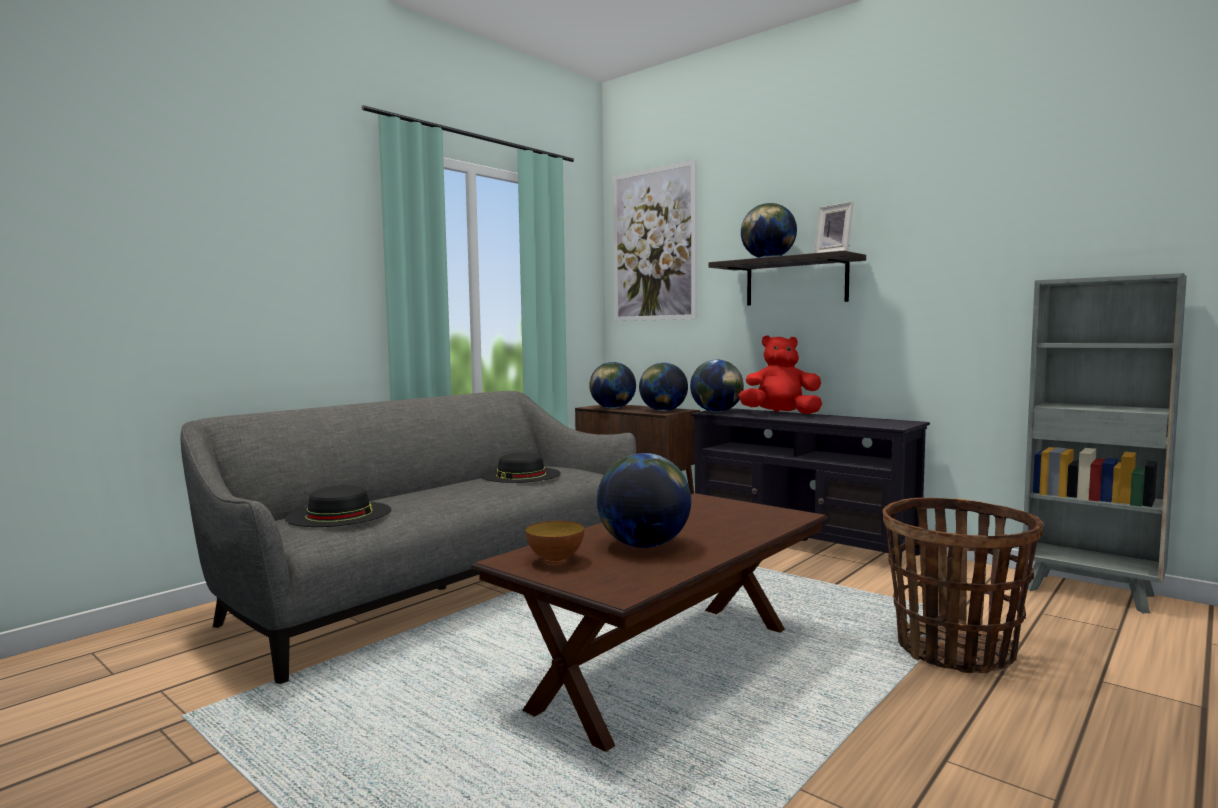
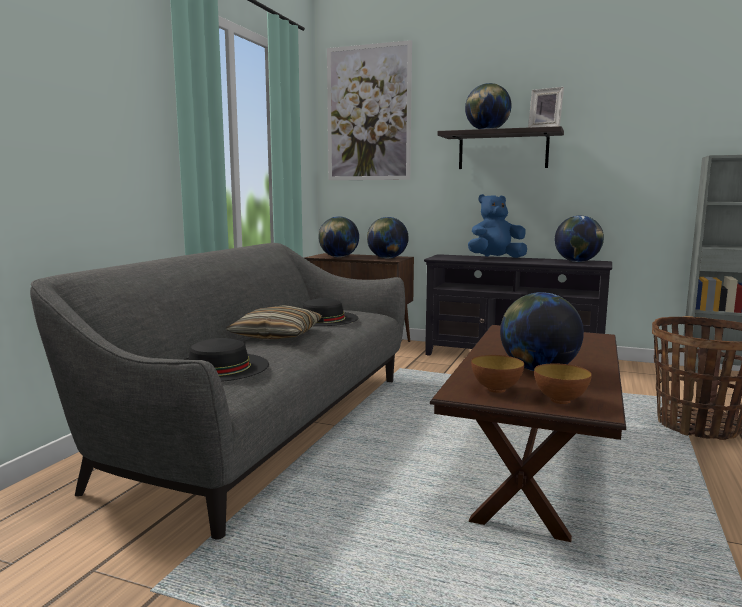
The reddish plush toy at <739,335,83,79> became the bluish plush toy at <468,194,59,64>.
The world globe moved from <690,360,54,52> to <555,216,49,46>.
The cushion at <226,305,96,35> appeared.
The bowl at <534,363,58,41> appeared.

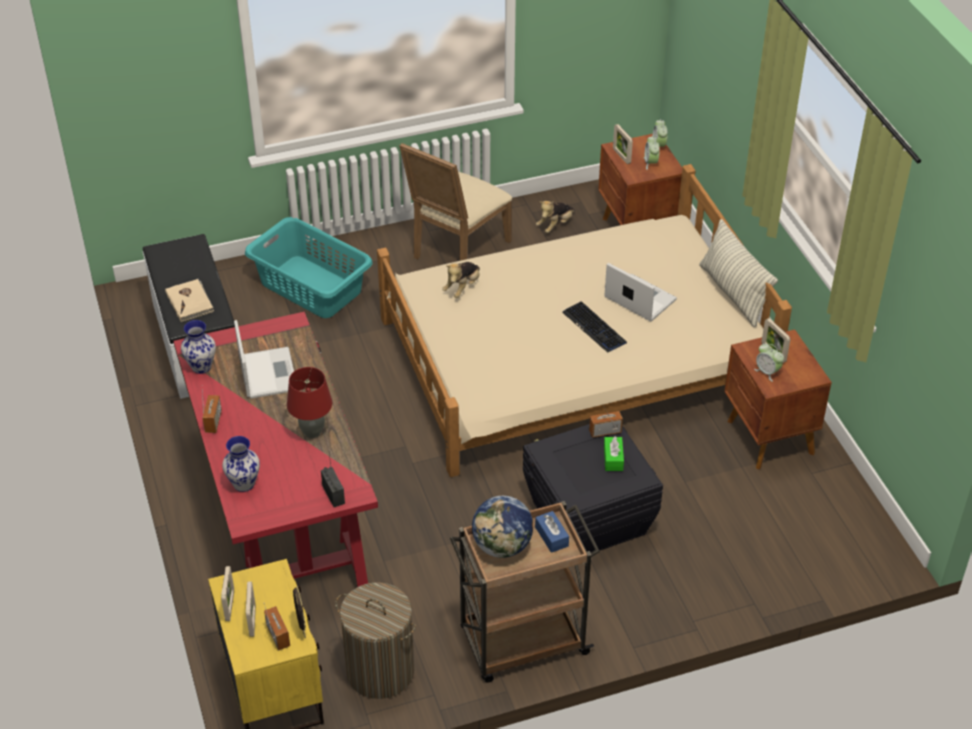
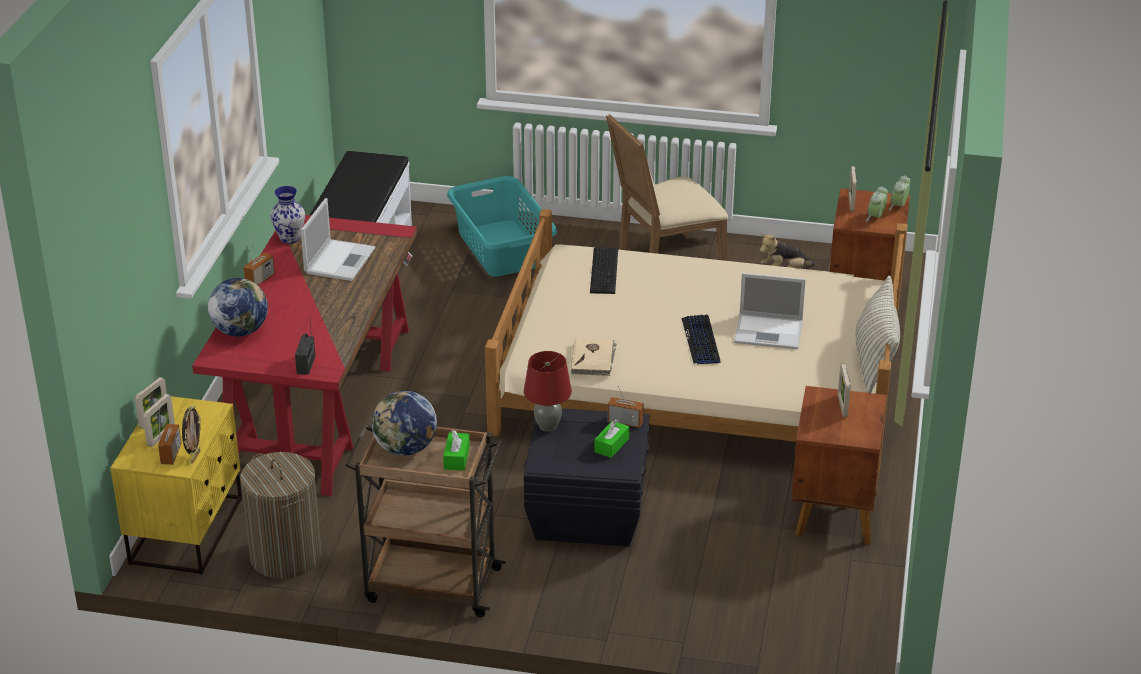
The plush toy at <442,262,38,36> was replaced by the PC keyboard at <590,247,28,47>.
The laptop at <604,263,73,59> turned 120 degrees clockwise.
The beige-coloured bound book moved from <165,279,49,43> to <571,338,46,38>.
The bedside clock at <754,344,30,38> disappeared.
The reddish table lamp moved from <287,367,45,71> to <524,351,48,81>.
The vase at <222,436,38,56> was replaced by the world globe at <208,278,60,59>.
The bluish tissue box at <535,511,34,42> became the greenish tissue box at <443,430,27,41>.

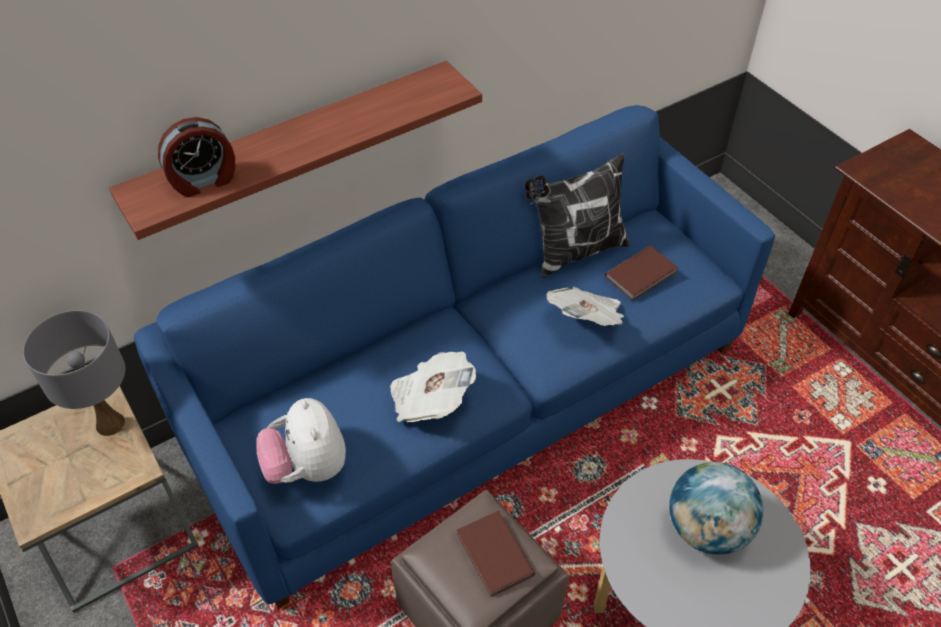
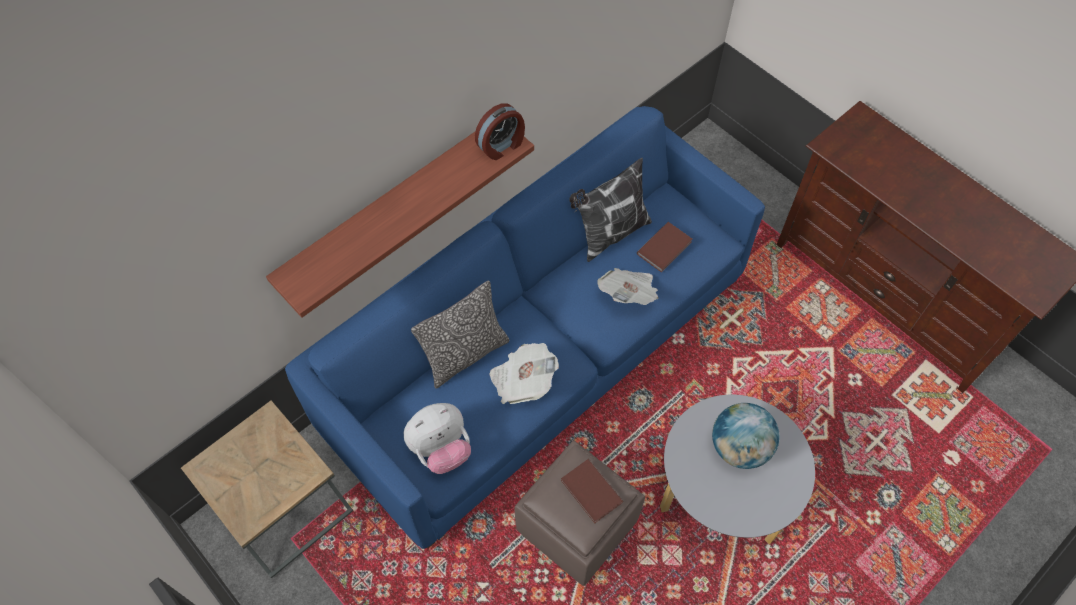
The bedside clock moved from <158,117,77,80> to <475,103,50,57>.
The greyish table lamp at <23,310,102,126> disappeared.
The plush toy at <256,398,90,86> turned 90 degrees counterclockwise.
The cushion at <411,281,98,108> appeared.

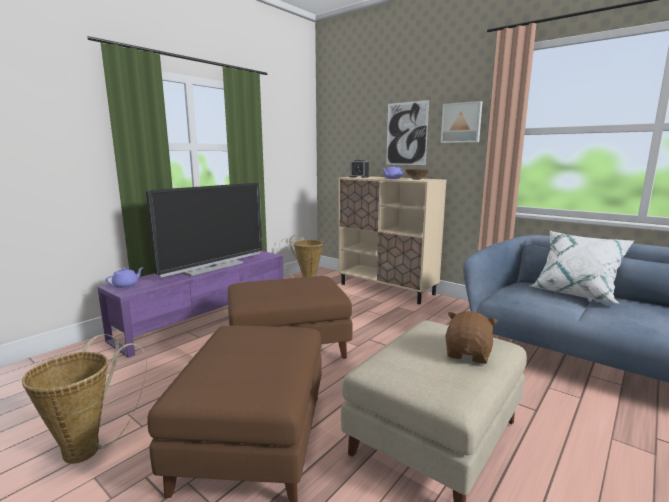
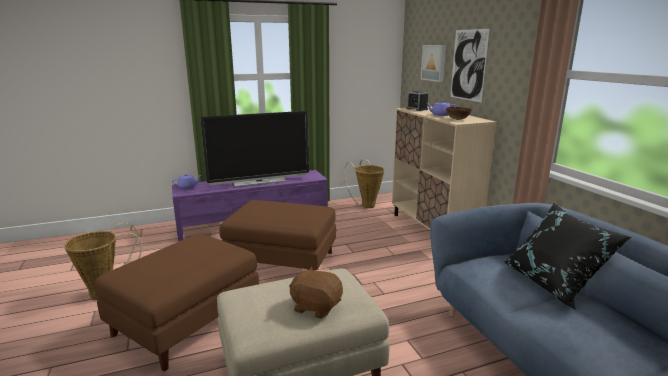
The wall picture moved from <441,101,42,42> to <421,45,25,37>.
The white-coloured cushion at <529,231,106,73> became the black cushion at <504,203,128,107>.
The brownish plush toy at <445,311,52,53> turned 120 degrees counterclockwise.

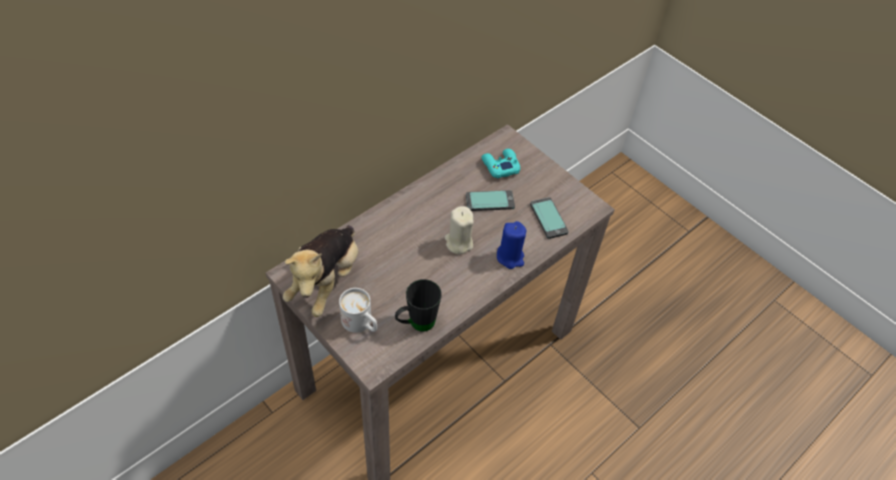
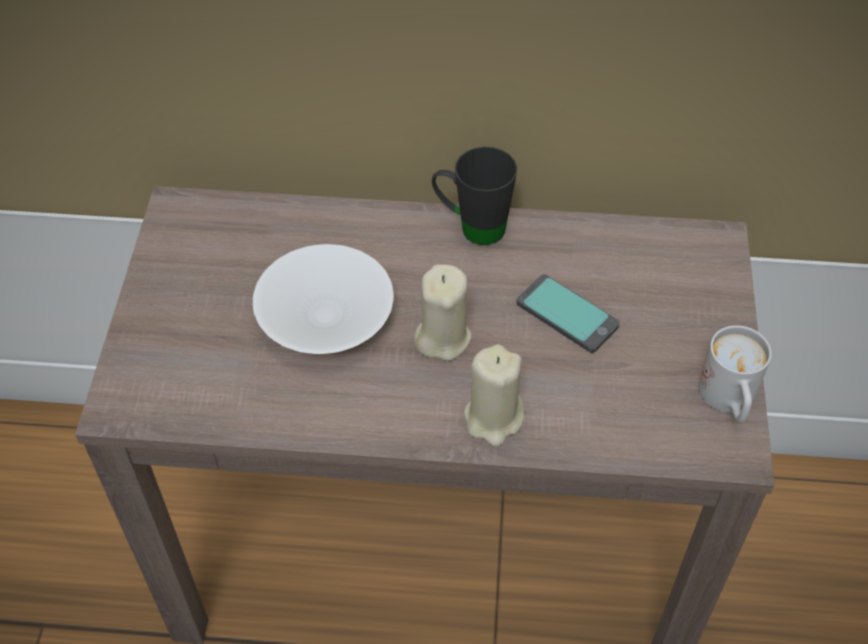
The blue-green joypad at <482,149,38,30> disappeared.
The telephone at <530,197,39,42> disappeared.
The bluish wax candle at <497,221,29,48> became the beige-coloured wax candle at <464,344,61,103>.
The plush toy at <283,225,75,92> disappeared.
The black tea mug moved from <395,279,47,53> to <432,147,85,98>.
The white-coloured tea mug moved from <339,288,38,45> to <698,325,74,98>.
The white-coloured bowl at <253,244,141,110> appeared.

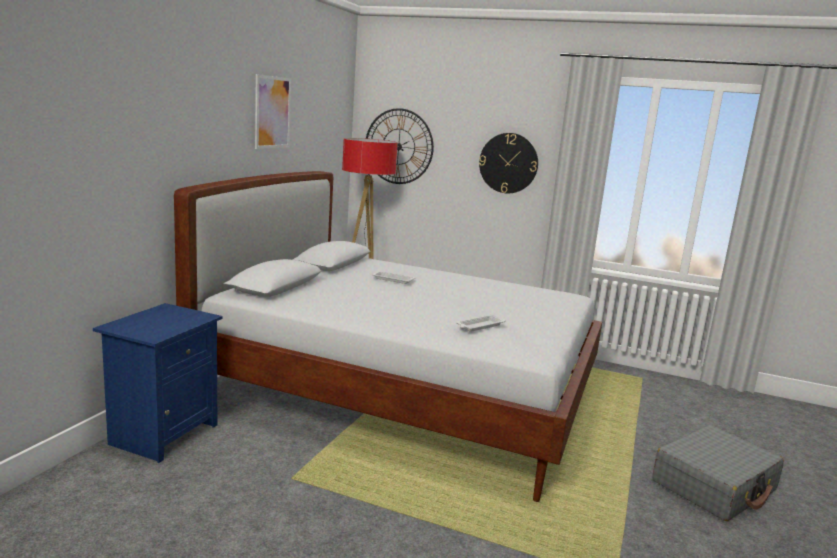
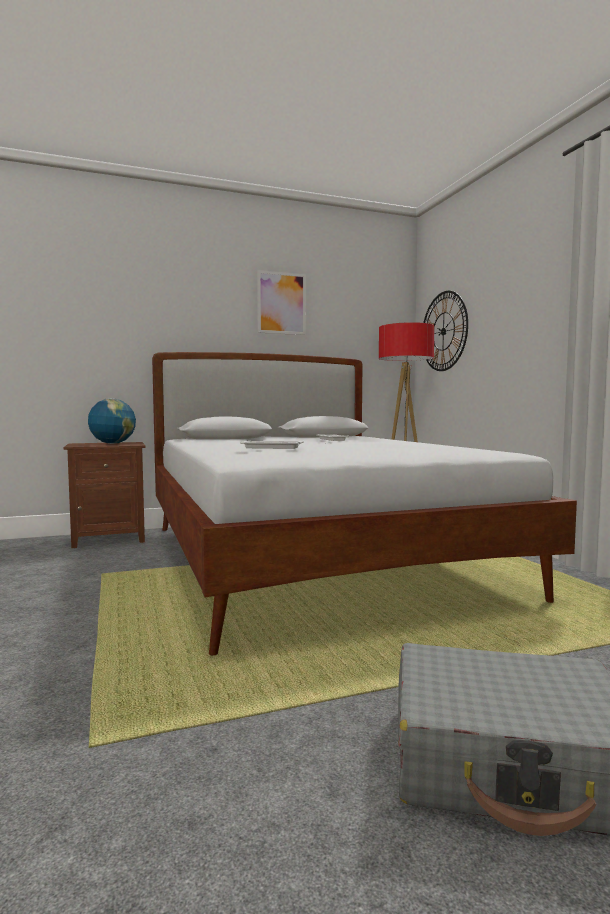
The wall clock at <479,133,59,60> disappeared.
The bluish bedside table at <93,303,129,160> became the brownish bedside table at <63,442,83,106>.
The world globe at <88,398,48,46> appeared.

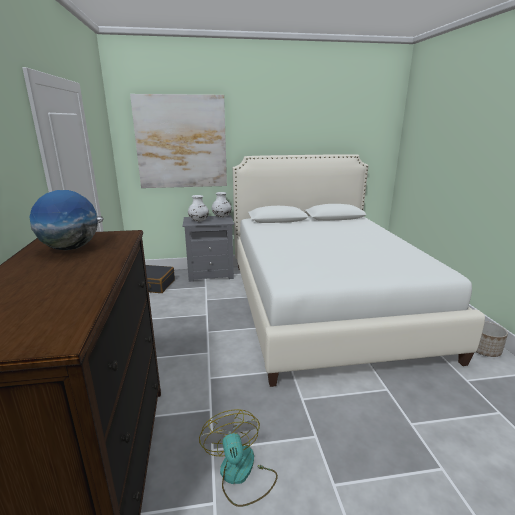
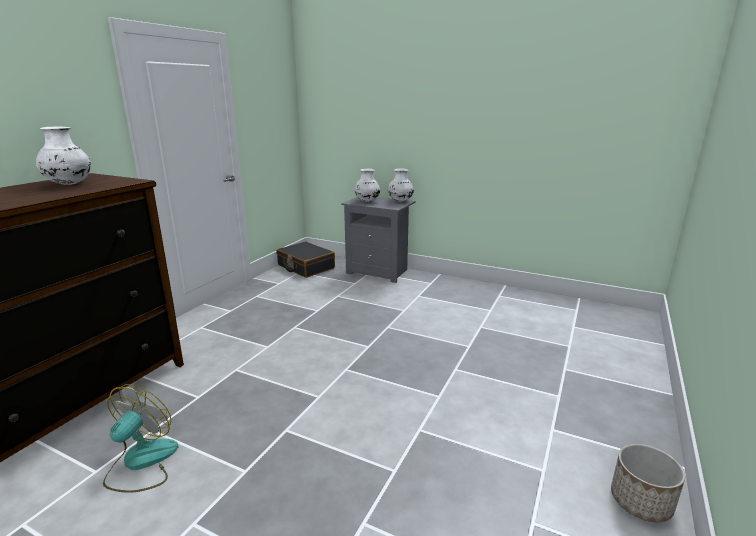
The wall picture at <130,94,97,94> disappeared.
The white-coloured bed at <233,154,252,233> disappeared.
The world globe at <29,190,69,60> was replaced by the white-coloured vase at <36,126,55,59>.

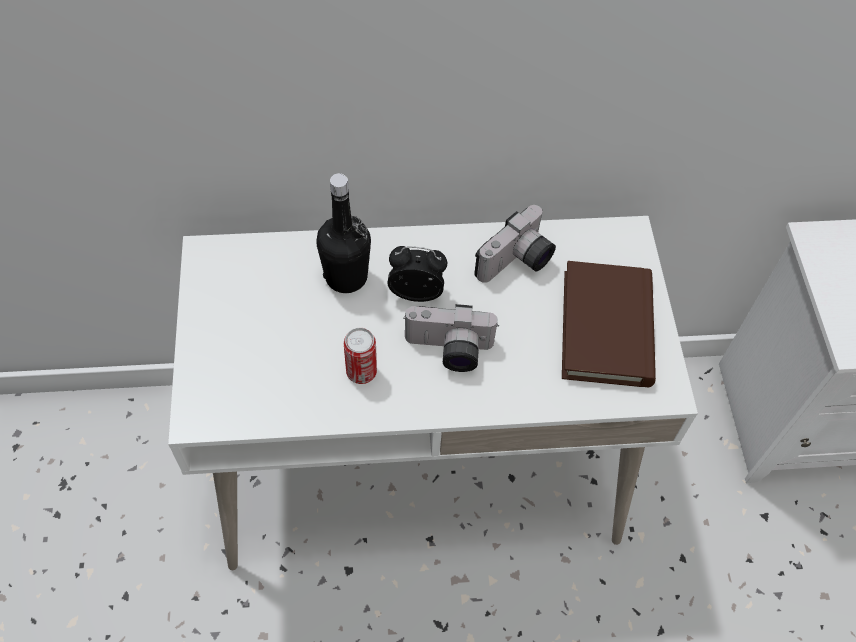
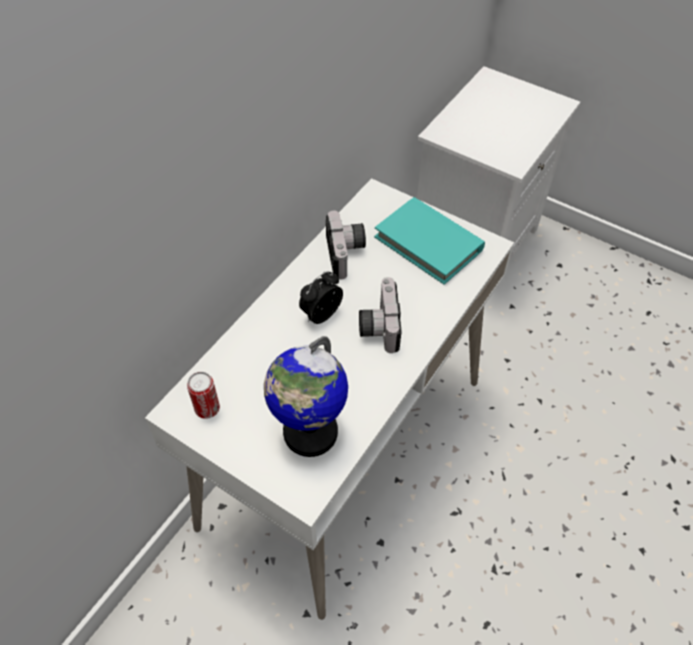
The black bottle at <316,173,55,120> disappeared.
The brownish bound book at <562,261,94,126> became the blue-green bound book at <374,197,111,88>.
The still camera at <403,304,96,68> turned 135 degrees clockwise.
The can moved from <344,328,33,56> to <187,372,33,47>.
The world globe at <264,336,84,121> appeared.

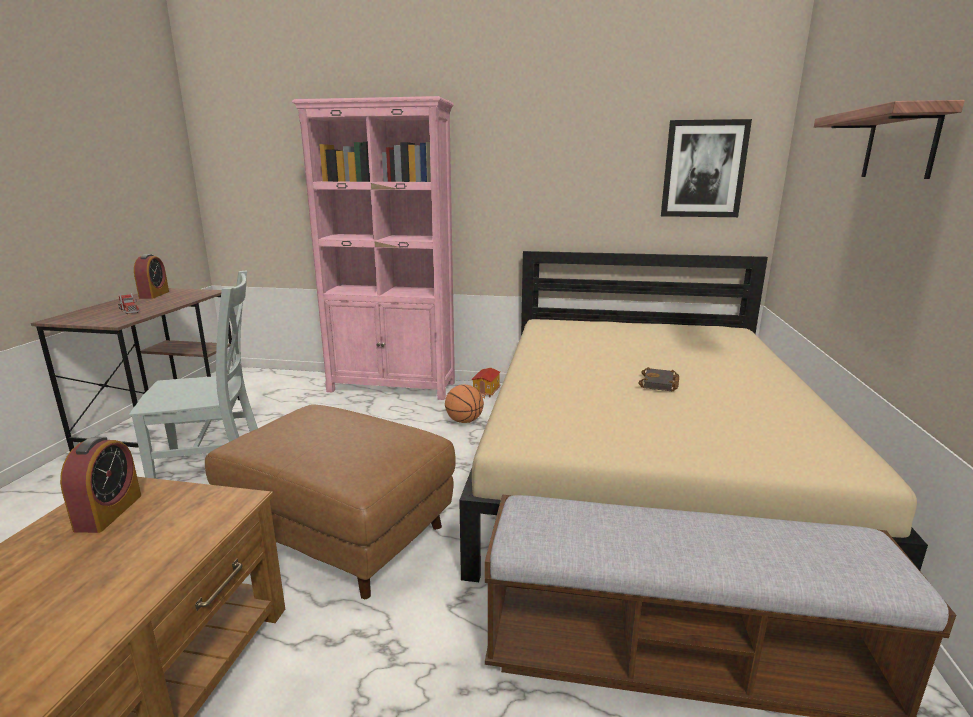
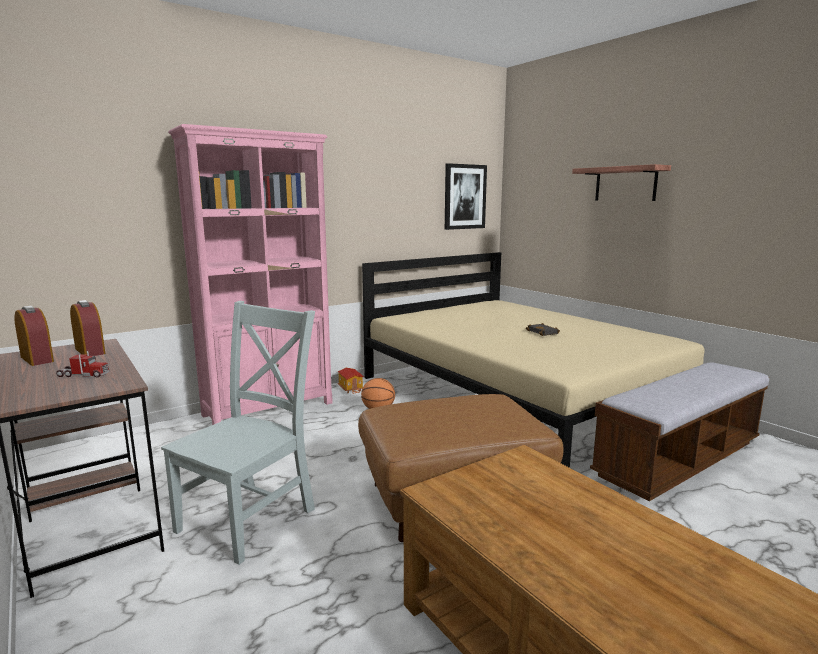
The bedside clock moved from <60,437,81,96> to <70,300,35,56>.

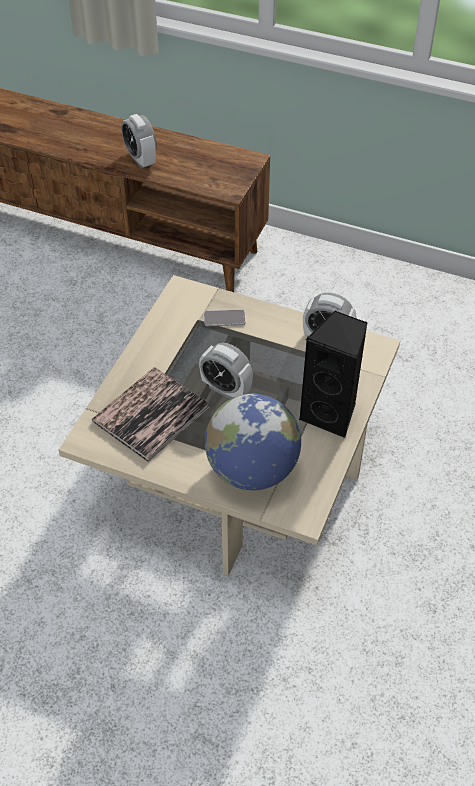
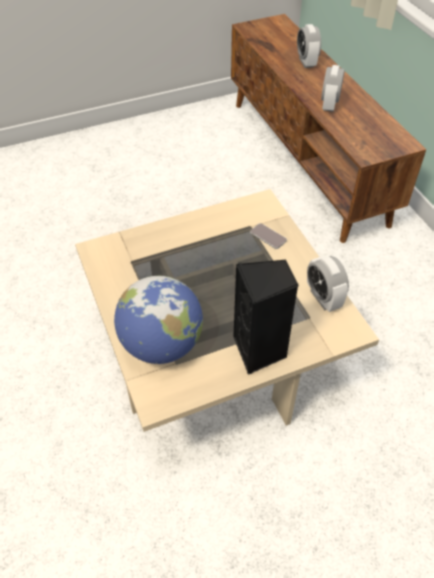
The bedside clock moved from <199,343,54,56> to <297,24,24,44>.
The bound book at <92,367,117,95> disappeared.

